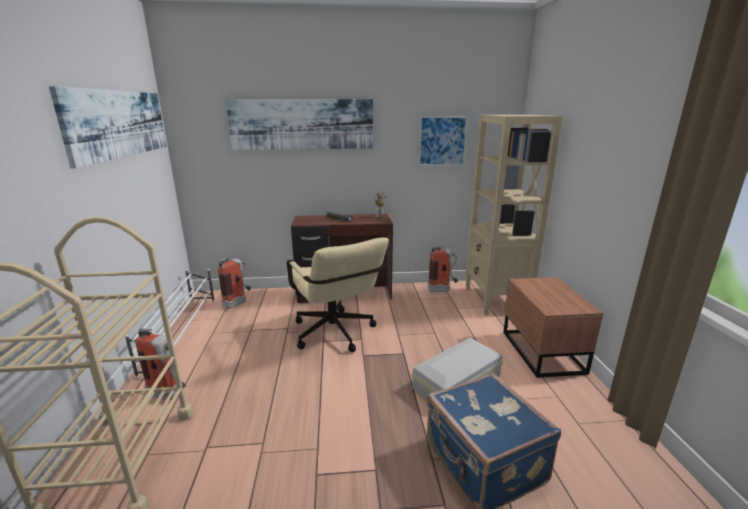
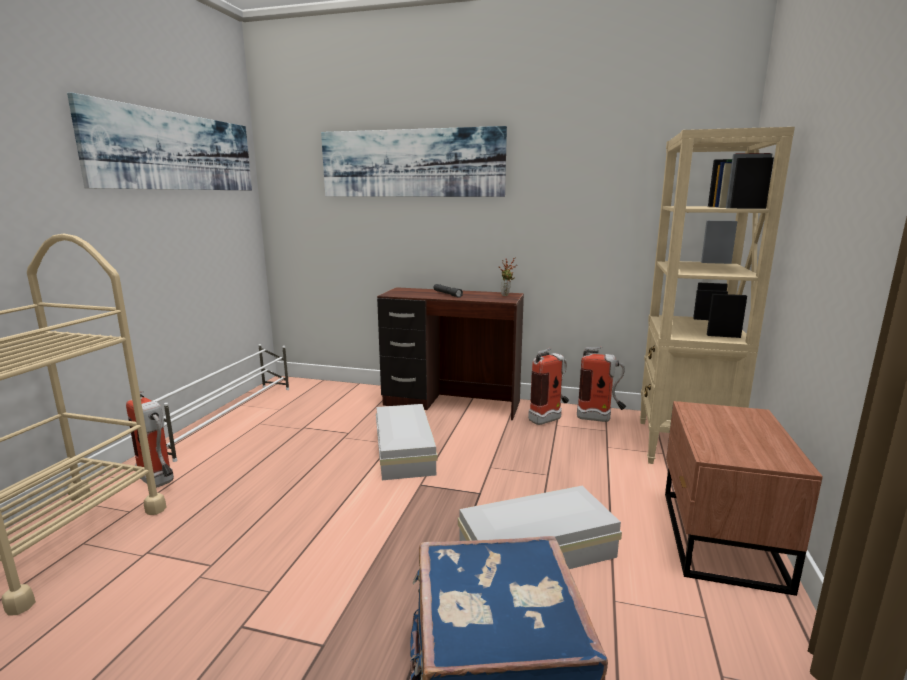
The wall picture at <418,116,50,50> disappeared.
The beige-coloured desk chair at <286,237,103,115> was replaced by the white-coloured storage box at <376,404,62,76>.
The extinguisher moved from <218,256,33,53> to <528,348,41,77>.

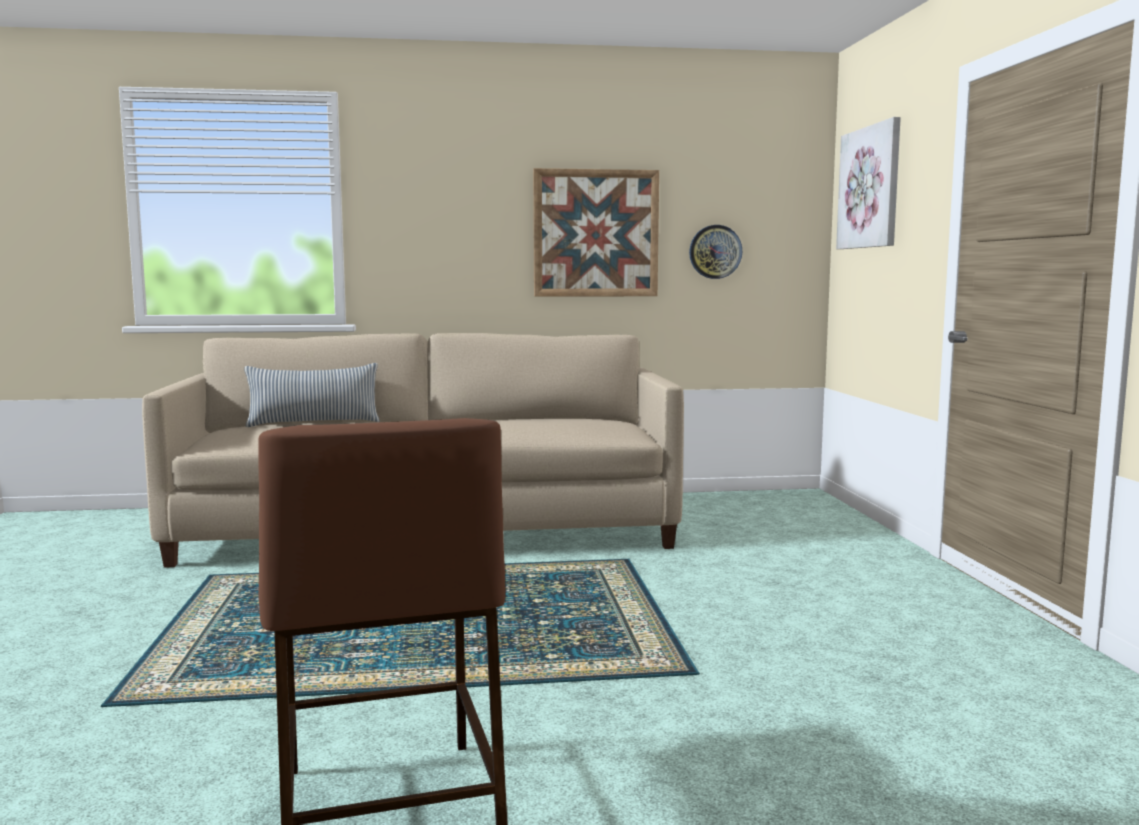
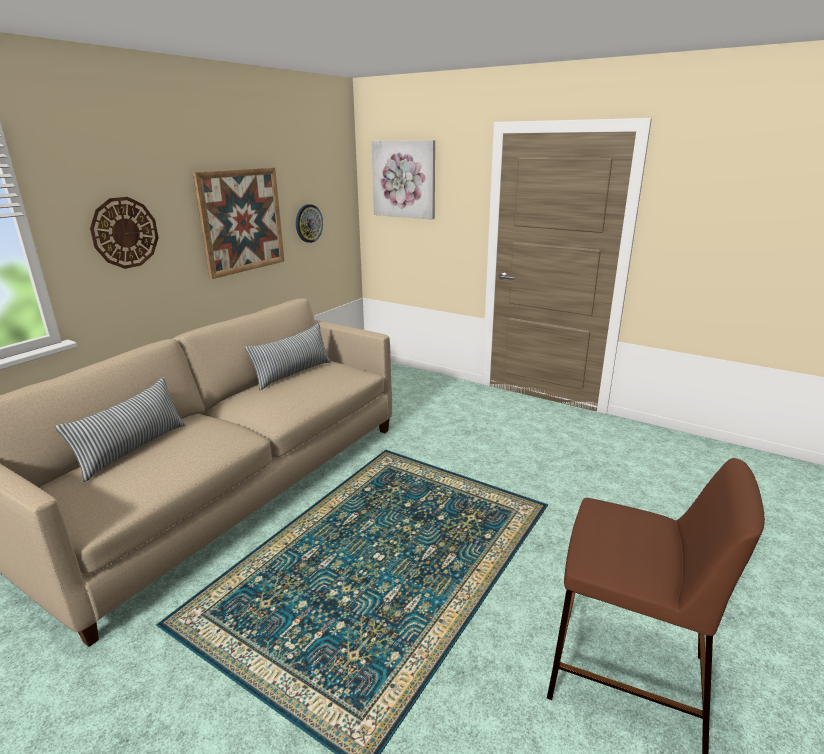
The wall clock at <90,197,69,72> appeared.
The cushion at <245,323,86,67> appeared.

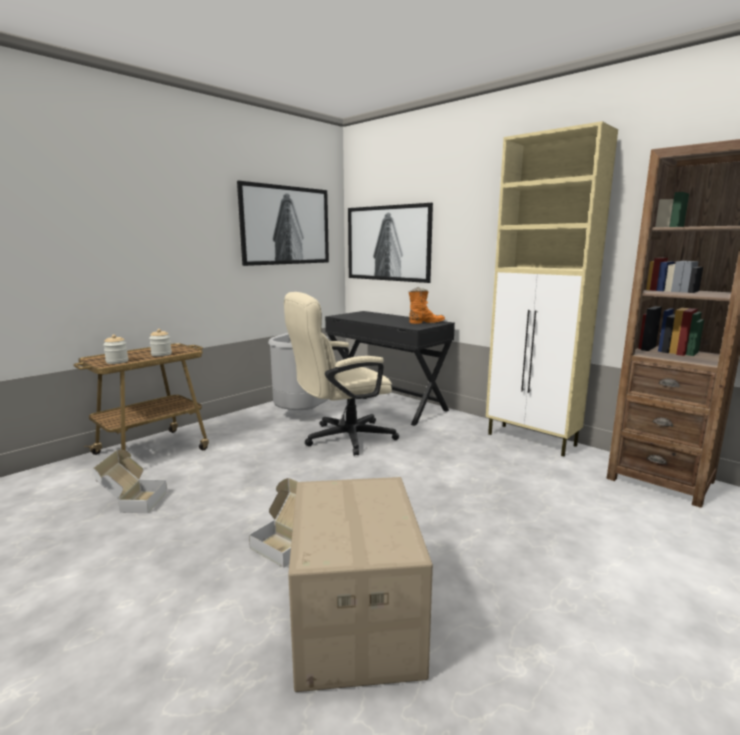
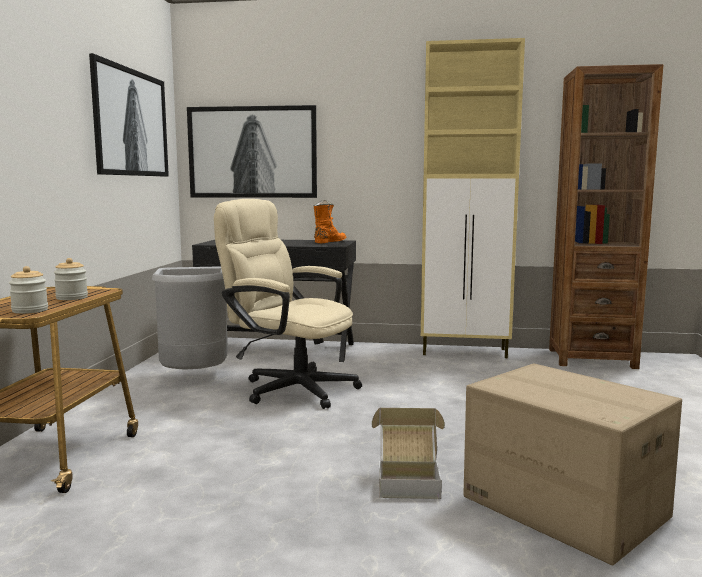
The beige-coloured desk chair at <284,292,115,164> turned 90 degrees clockwise.
The cardboard box at <93,450,74,63> disappeared.

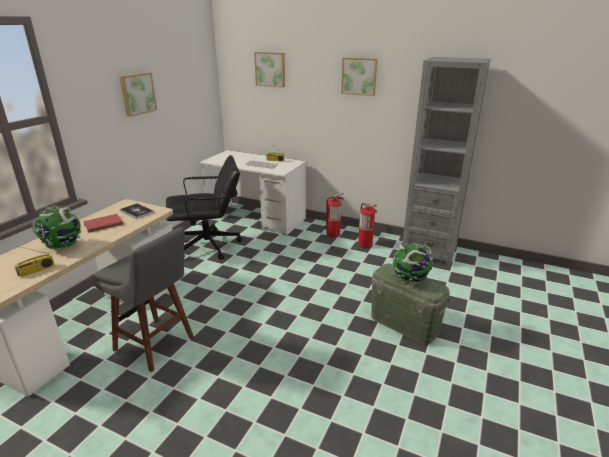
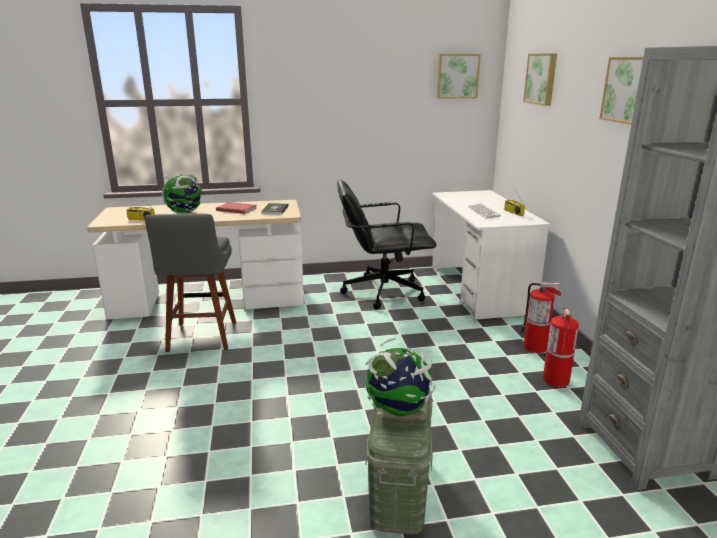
The wall picture moved from <119,72,38,45> to <437,54,44,45>.
The black desk chair at <166,155,76,105> turned 135 degrees clockwise.

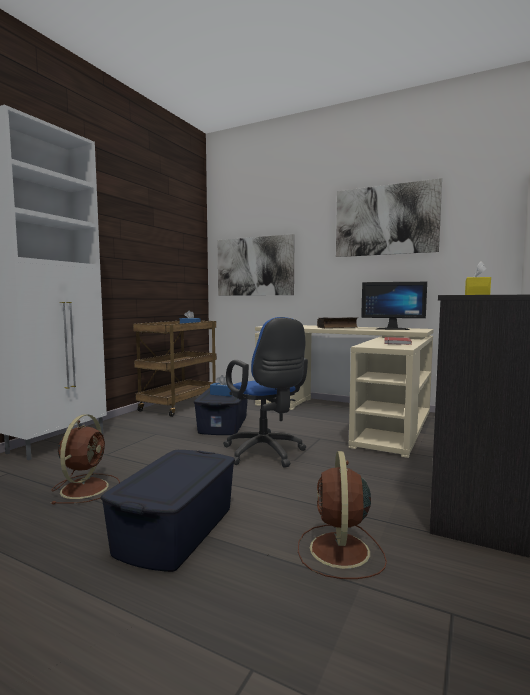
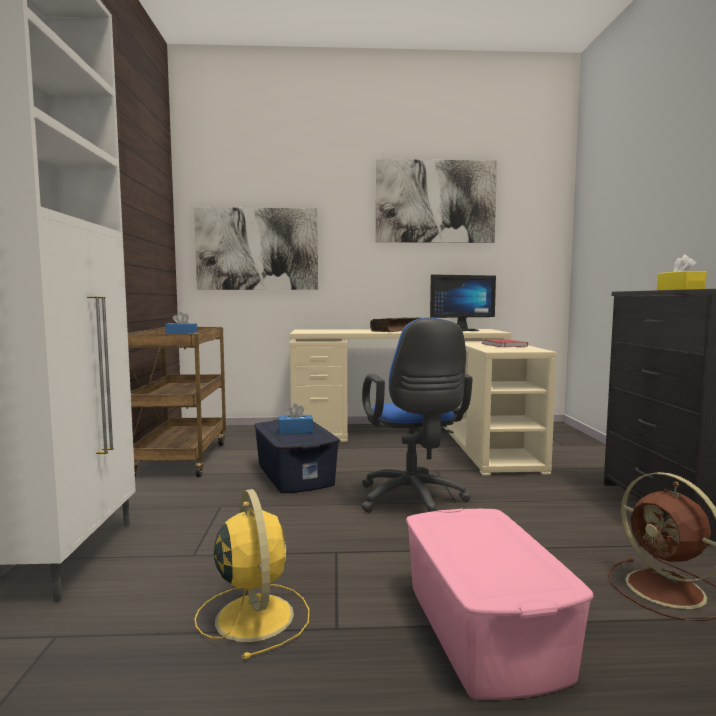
The bluish desk chair at <223,317,85,151> turned 45 degrees clockwise.
The brownish fan at <51,414,69,90> became the yellow fan at <194,489,115,171>.
The bluish storage box at <101,450,134,122> became the pink-coloured storage box at <406,509,187,191>.

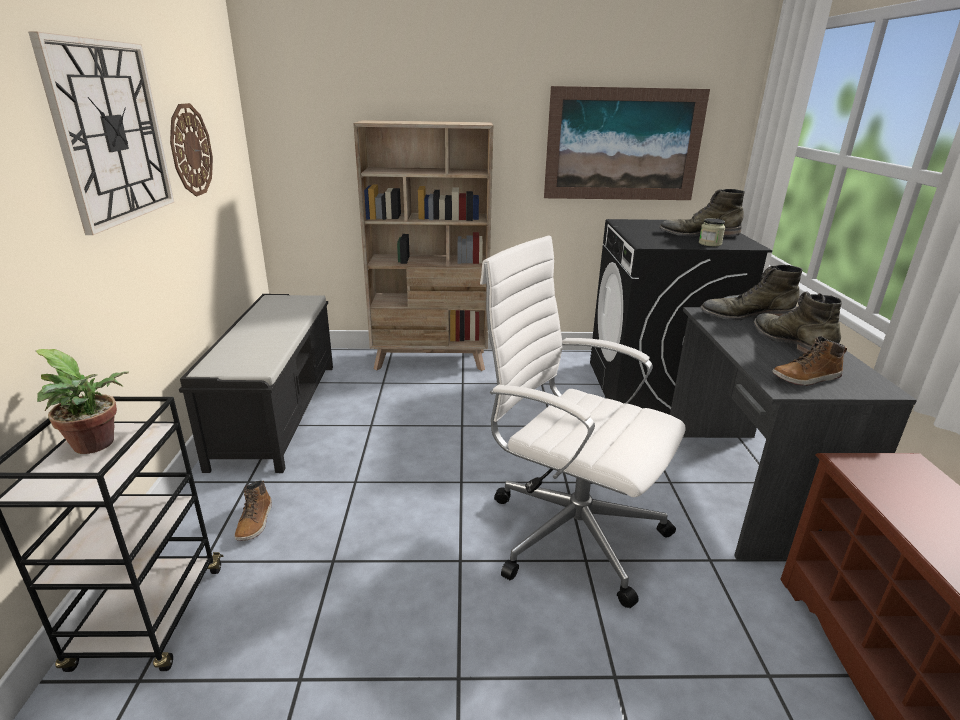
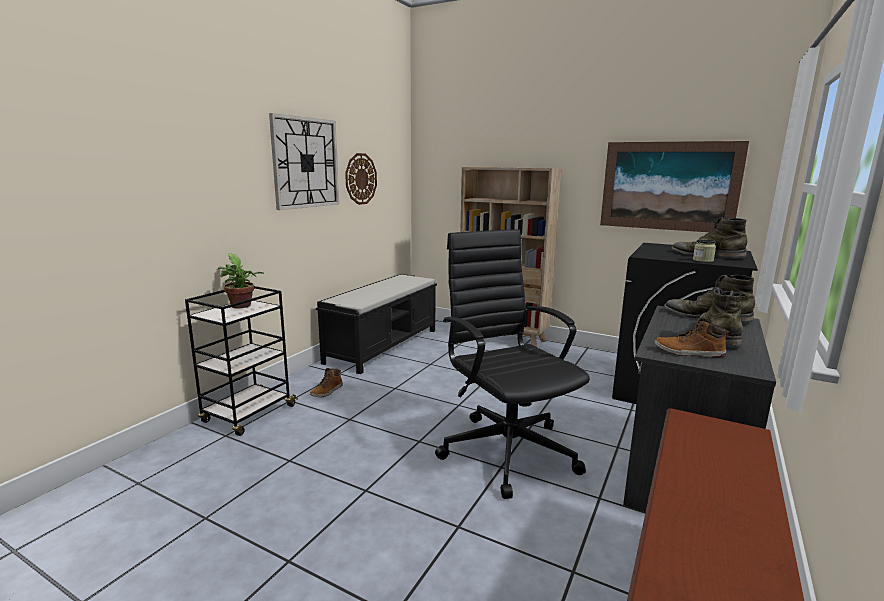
The white-coloured desk chair at <480,236,206,372> became the black desk chair at <435,229,155,270>.

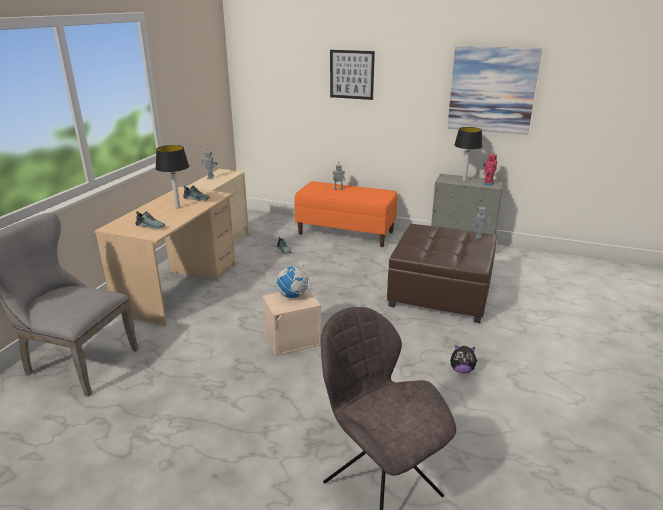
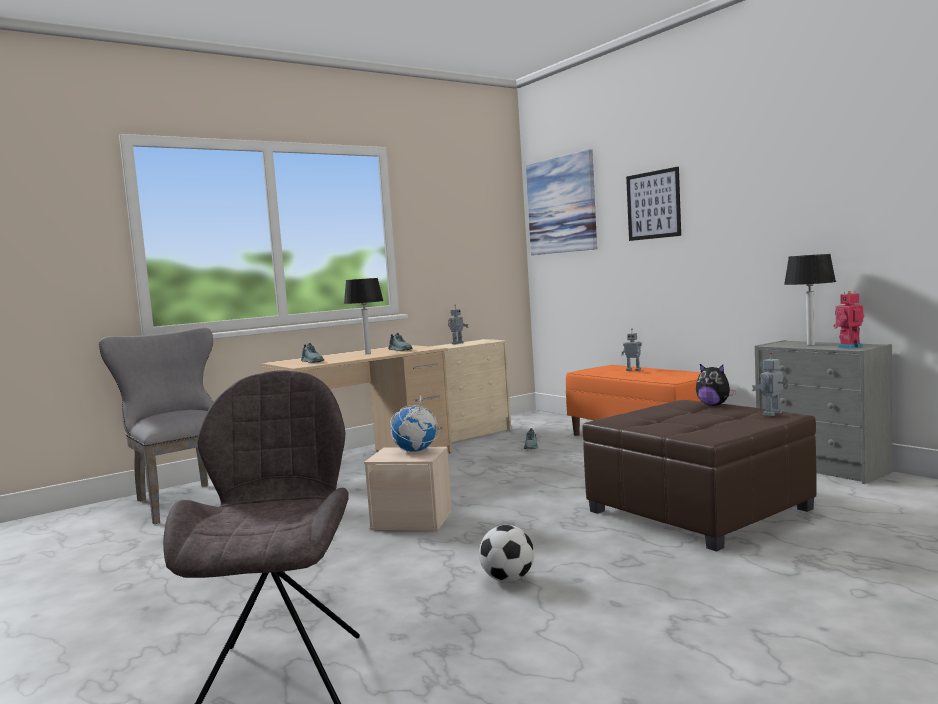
The wall picture moved from <447,46,95,89> to <526,149,71,106>.
The plush toy moved from <450,345,28,28> to <696,364,40,42>.
The football at <479,525,55,57> appeared.

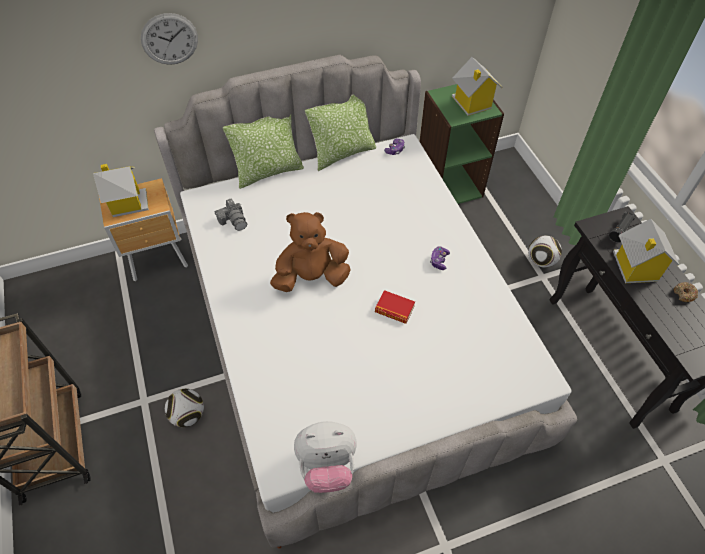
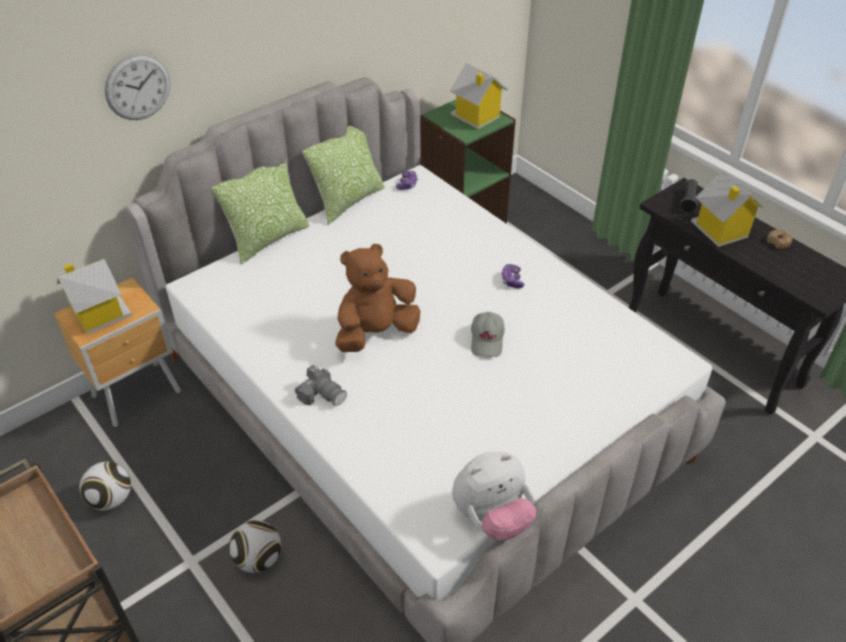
The still camera moved from <215,199,32,32> to <295,365,52,41>.
The football moved from <528,236,34,32> to <79,462,52,49>.
The bound book at <375,290,40,34> was replaced by the greyish cap at <471,312,34,45>.

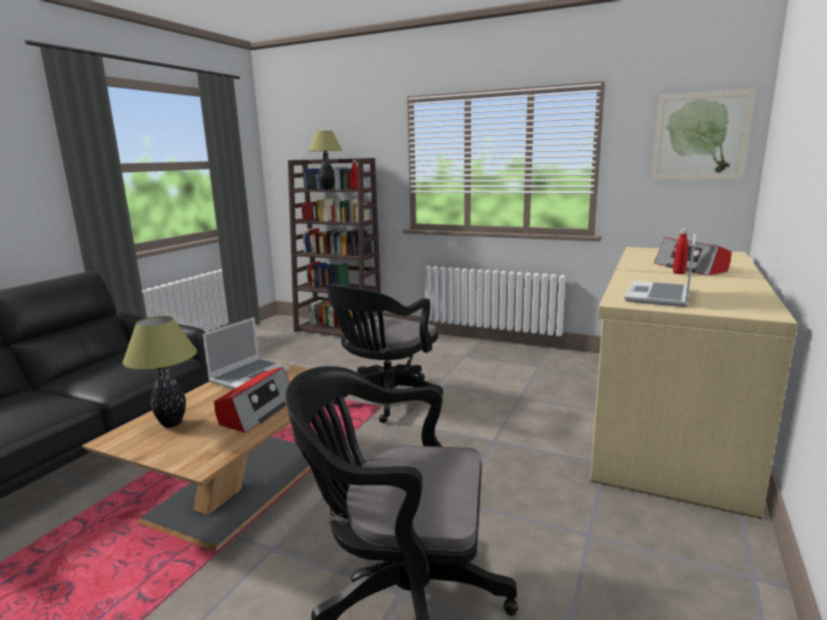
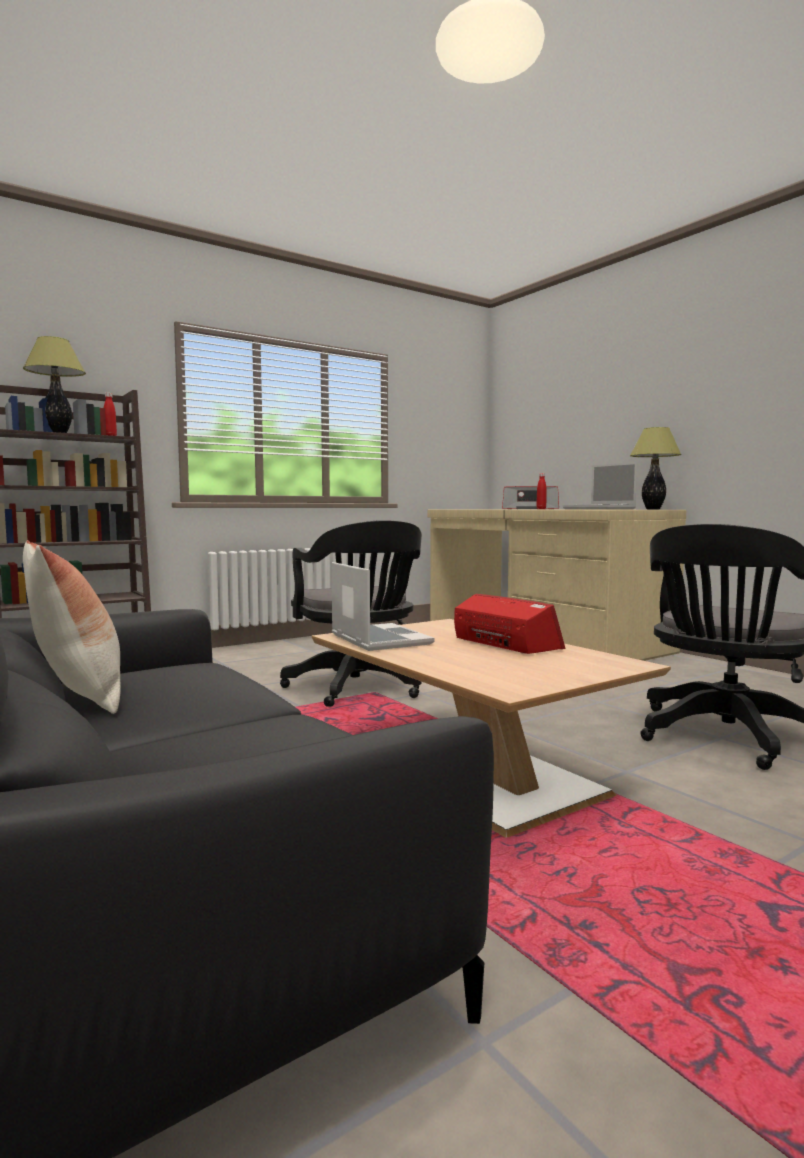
The wall picture at <651,88,105,92> disappeared.
The table lamp moved from <123,316,74,112> to <630,427,52,82>.
The cushion at <23,540,98,174> appeared.

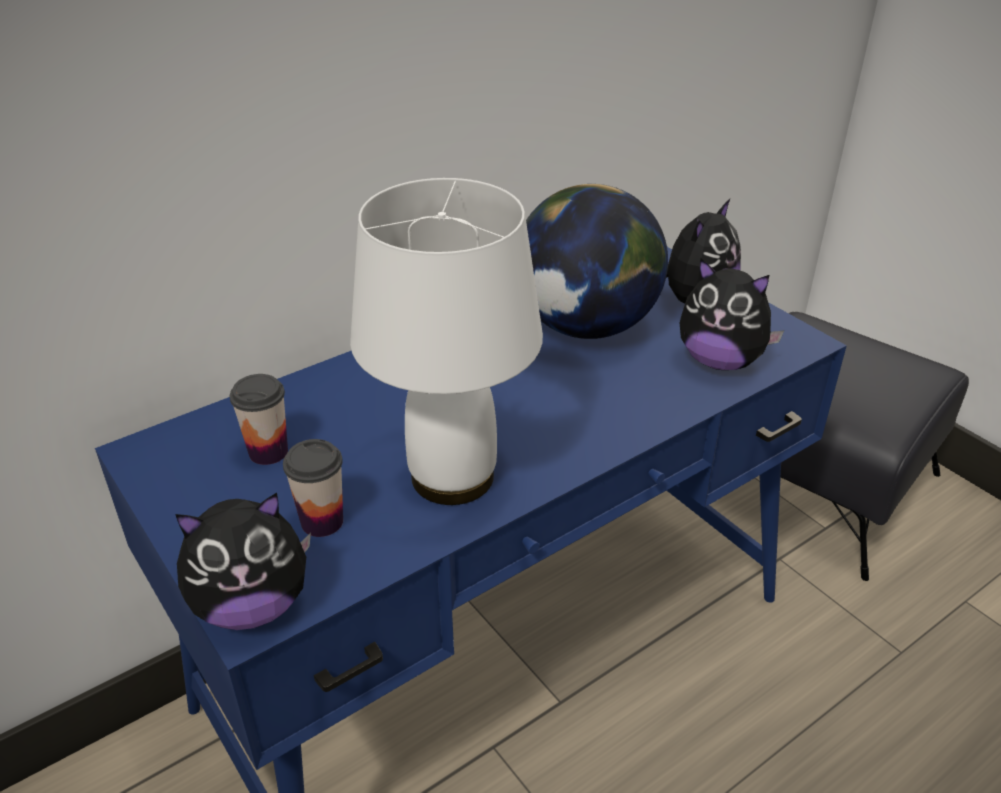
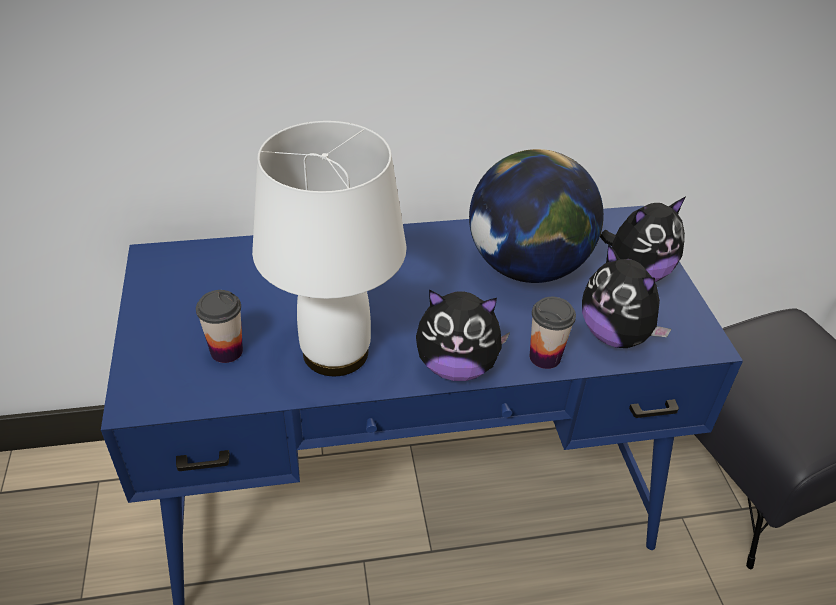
The small cup moved from <230,374,58,91> to <530,297,46,72>.
The plush toy moved from <175,493,136,137> to <416,289,94,92>.

